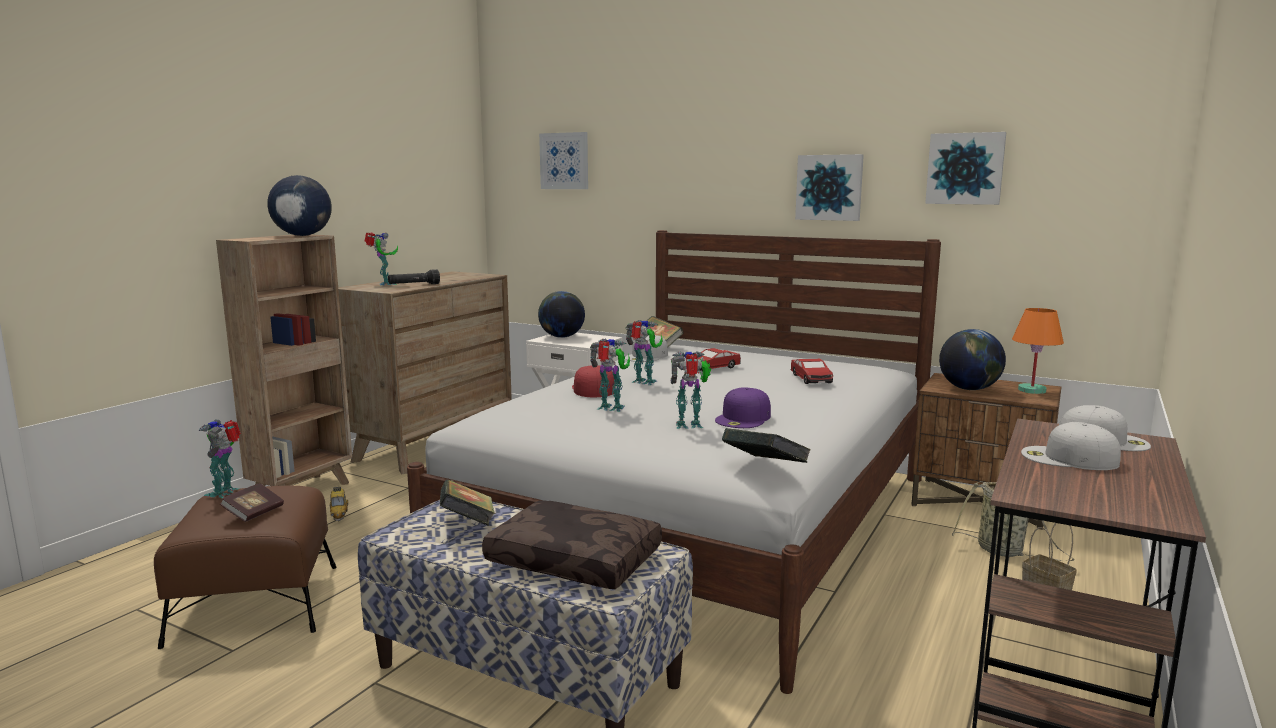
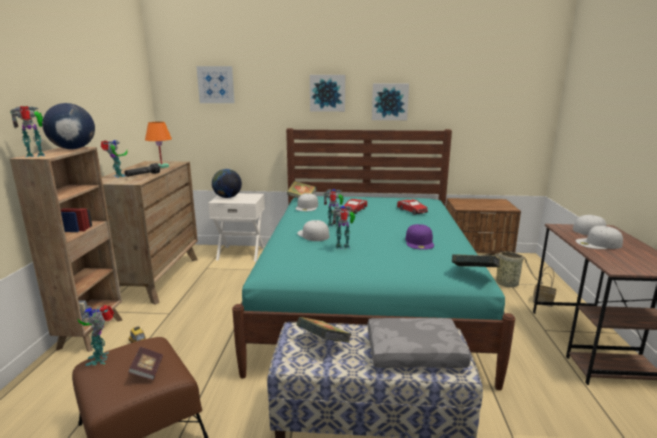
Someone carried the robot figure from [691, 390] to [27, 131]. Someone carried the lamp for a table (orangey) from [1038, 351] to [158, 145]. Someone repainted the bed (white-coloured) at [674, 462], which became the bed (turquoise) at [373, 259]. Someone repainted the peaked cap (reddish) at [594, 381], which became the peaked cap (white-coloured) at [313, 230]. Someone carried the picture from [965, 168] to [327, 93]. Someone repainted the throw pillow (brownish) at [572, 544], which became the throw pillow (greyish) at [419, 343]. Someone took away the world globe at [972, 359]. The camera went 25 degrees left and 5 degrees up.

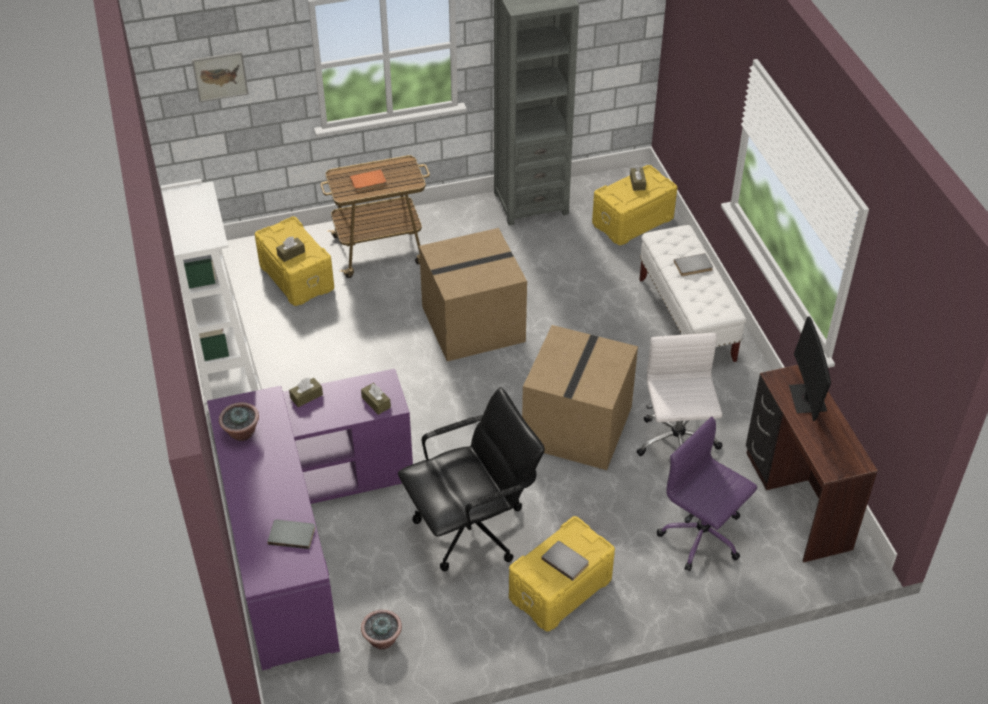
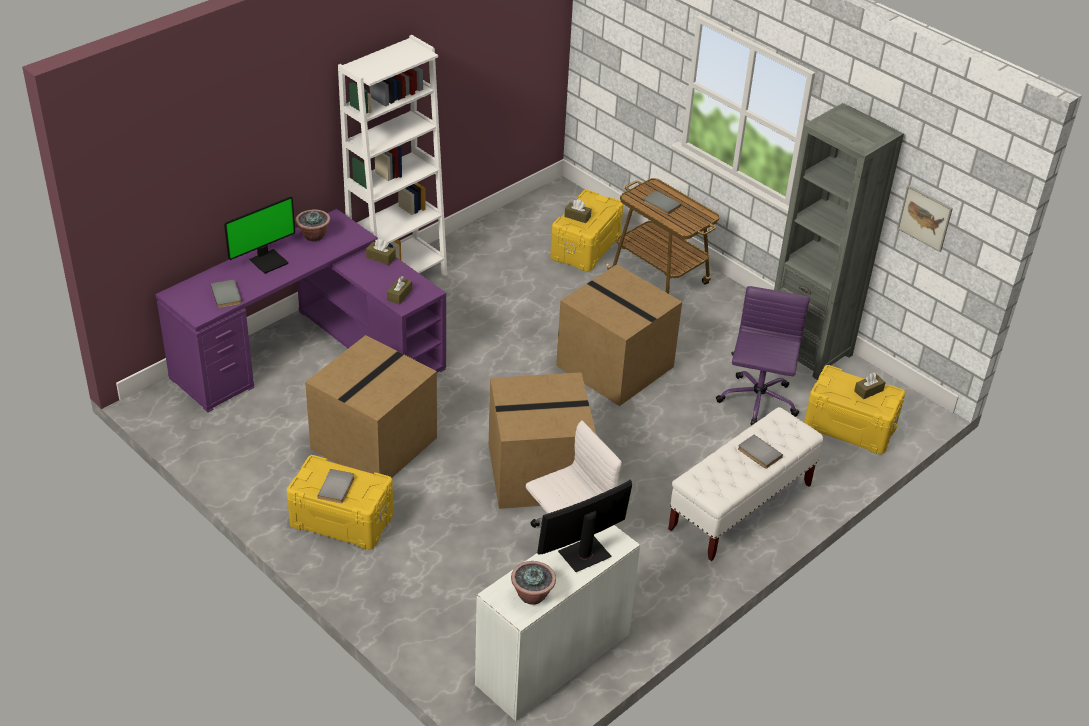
Someone put down the monitor at [259, 235]. Someone swapped the computer chair (black-coloured) at [471, 479] for the packing box at [371, 406]. Someone repainted the desk table (brownish) at [812, 464], which became the desk table (white-coloured) at [557, 623]. Someone carried the houseplant from [381, 630] to [533, 583]. Someone repainted the bound book (orangey) at [368, 180], which became the bound book (greyish) at [662, 202]. Someone carried the computer chair (purple) from [707, 493] to [763, 355]. Someone carried the picture from [220, 77] to [925, 218]. The camera went 60 degrees right and 5 degrees down.

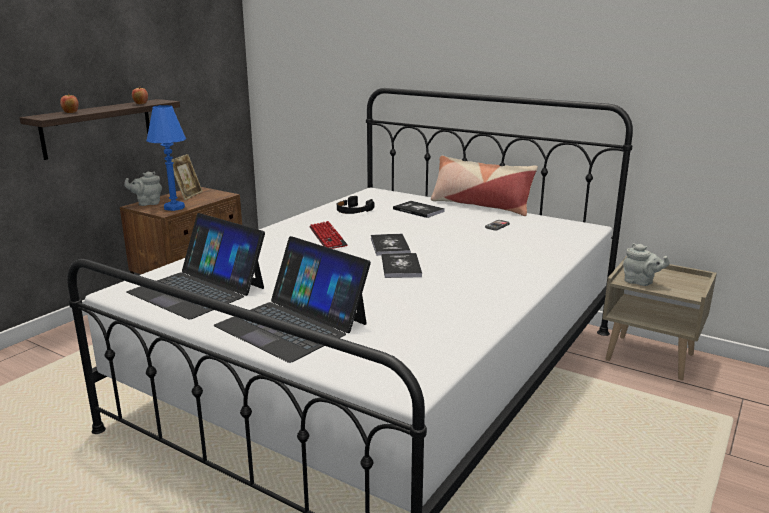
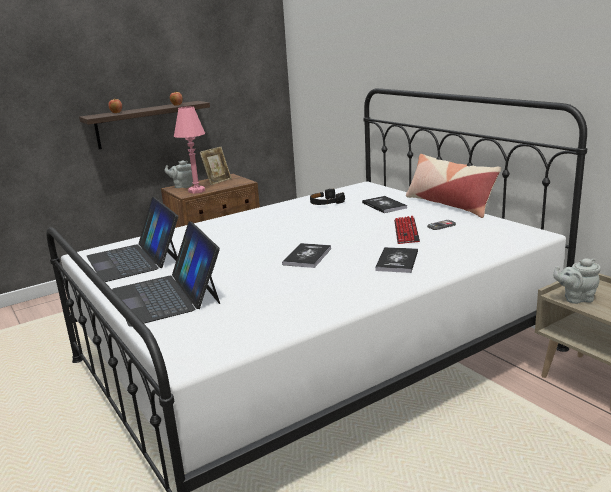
Someone repainted the lamp for a table (bluish) at [166, 158], which became the lamp for a table (pink-coloured) at [189, 150]. Someone carried the bound book from [391, 245] to [396, 260]. Someone carried the PC keyboard from [328, 235] to [407, 230]. Someone rotated the tea pot (greyish) at [646, 264] by 120 degrees clockwise. The camera went 25 degrees right and 0 degrees up.

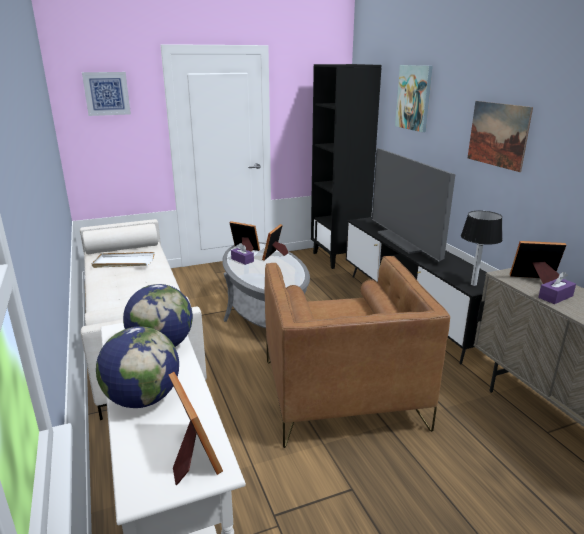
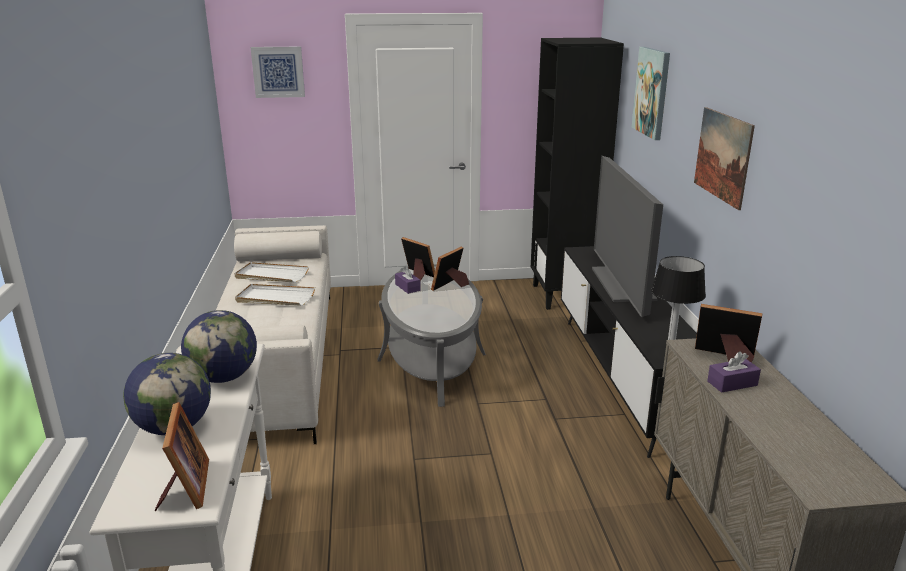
Someone put down the carrying tray (white-coloured) at [275, 295]. Someone took away the lounge chair (brownish) at [357, 352]. The camera went 15 degrees right and 0 degrees up.

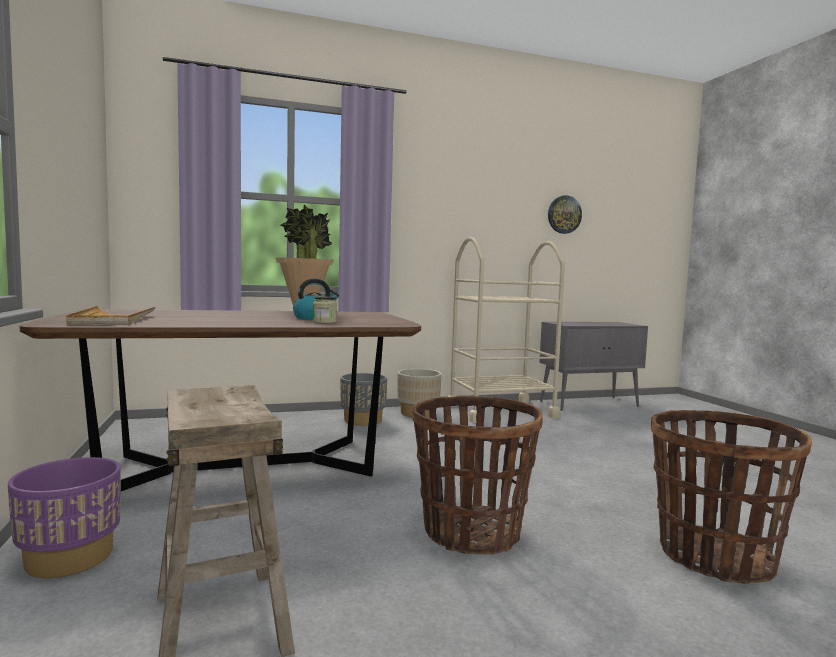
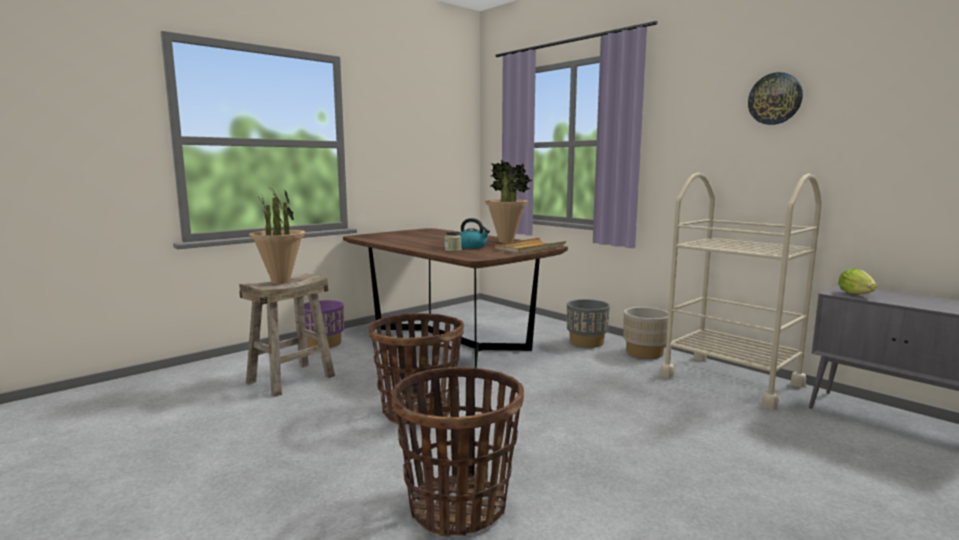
Someone put down the houseplant at [277, 235]. Someone carried the carrying tray (sand-coloured) from [111, 315] to [530, 246]. Someone carried the hanging clock from [565, 214] to [775, 98]. Someone put down the lettuce at [857, 281]. The camera went 65 degrees right and 5 degrees up.

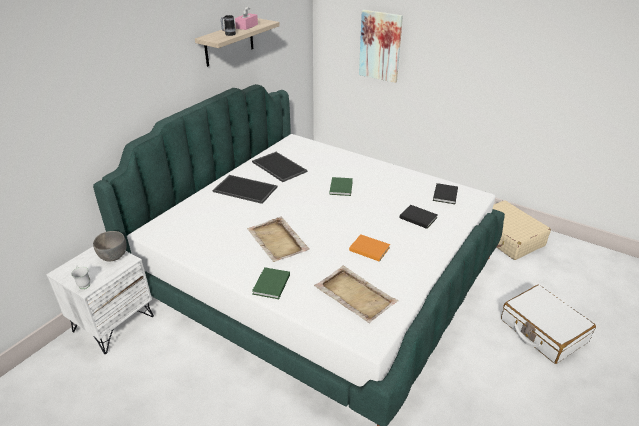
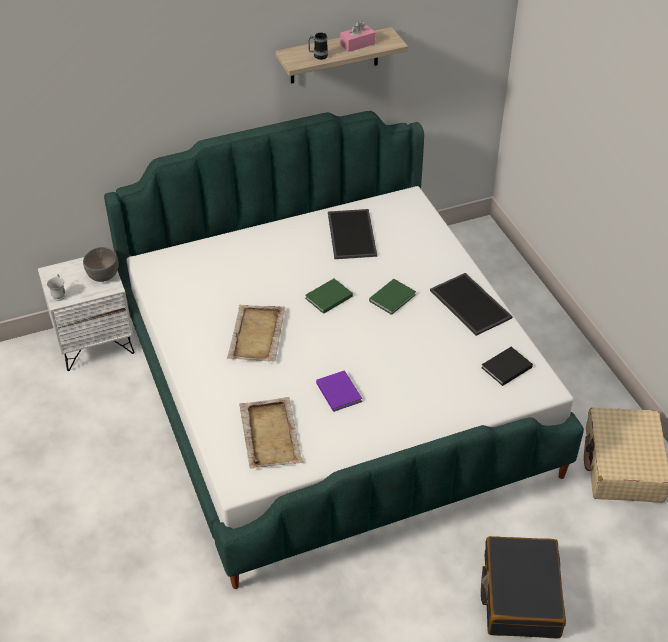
Someone carried the bound book (green-coloured) from [271, 283] to [329, 296]. Someone repainted the bound book (orangey) at [369, 248], which became the bound book (purple) at [339, 391]. Someone carried the carrying tray from [244, 189] to [471, 304]. Someone repainted the travel case (white-coloured) at [548, 324], which became the travel case (black-coloured) at [523, 587]. Someone took away the picture at [381, 46]. Someone took away the bound book (black-coloured) at [418, 217]. The camera went 35 degrees right and 10 degrees up.

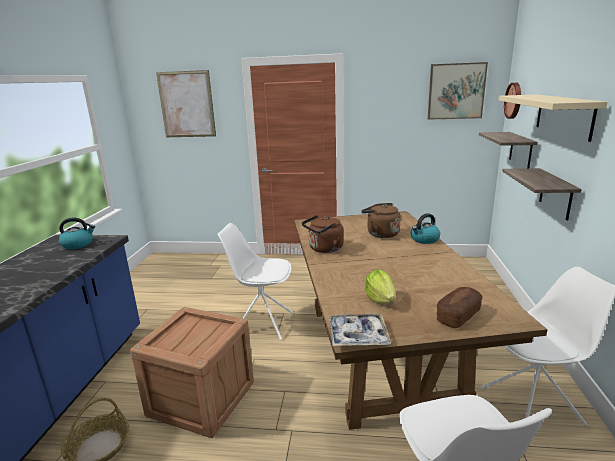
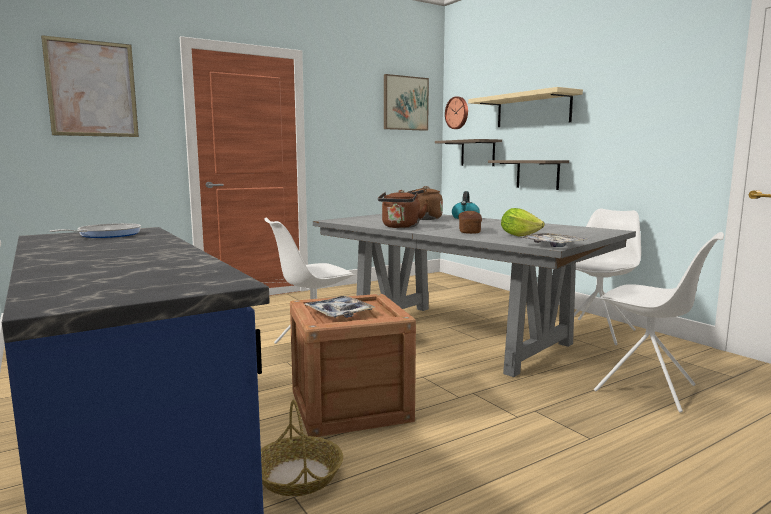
Someone swapped the kettle at [77, 233] for the frying pan at [95, 230]. Someone put down the carrying tray at [340, 307]. Someone repainted the dinner table (brownish) at [421, 320], which became the dinner table (greyish) at [474, 295]. Someone carried the bakery bread from [460, 307] to [470, 222]. The camera went 40 degrees left and 10 degrees down.

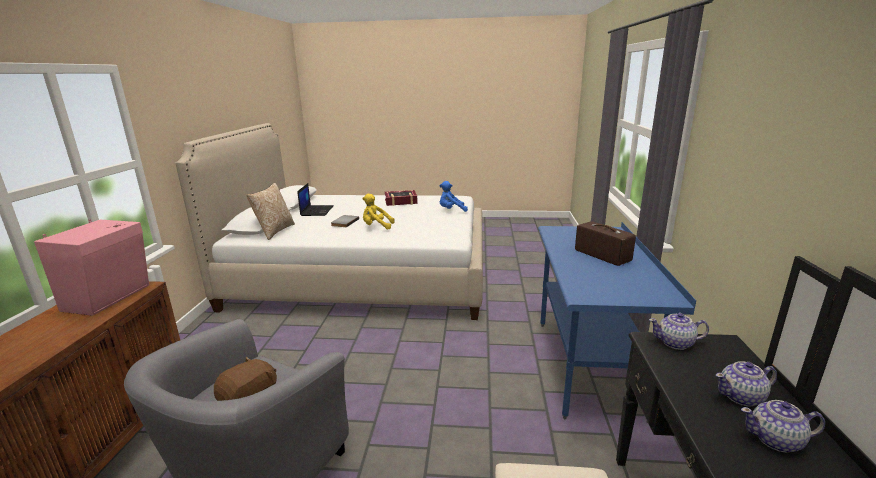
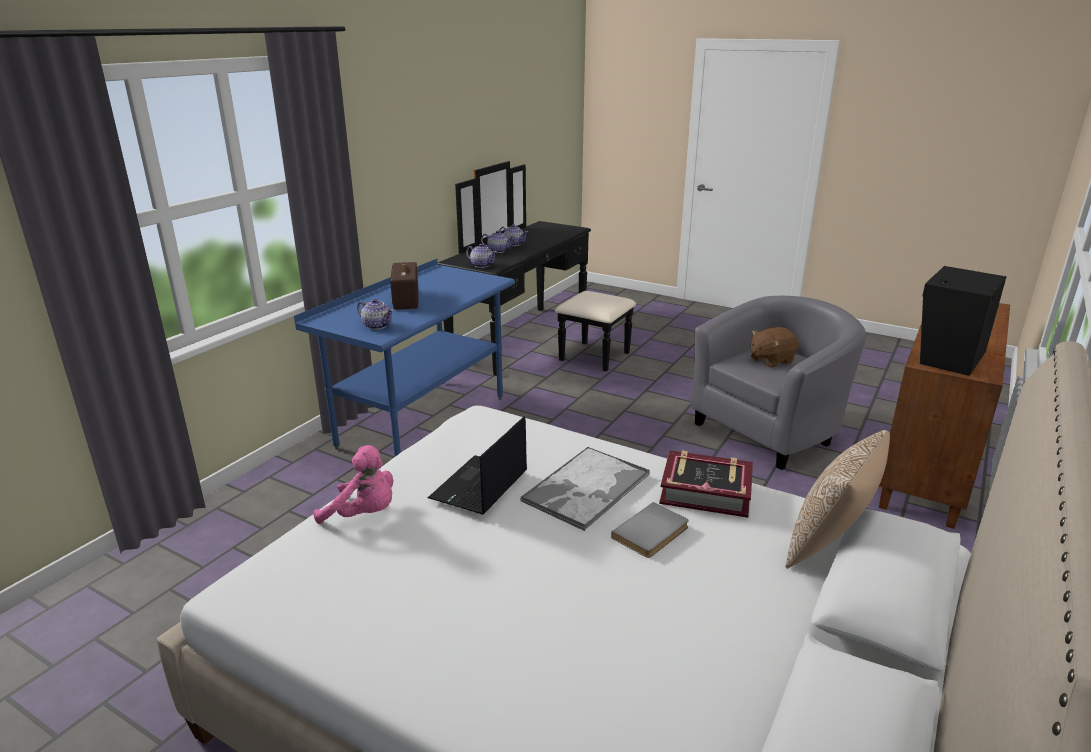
Someone repainted the plush toy (bluish) at [453, 196], which became the plush toy (pink-coloured) at [353, 484]. Someone put down the tea pot at [375, 314]. Someone carried the portable computer from [315, 199] to [477, 465]. Someone swapped the plush toy (yellow) at [378, 212] for the carrying tray at [585, 489]. Someone carried the bound book from [401, 198] to [706, 484]. Someone repainted the audio speaker (pink-coloured) at [91, 267], which became the audio speaker (black-coloured) at [963, 321]. The camera went 155 degrees left and 5 degrees up.

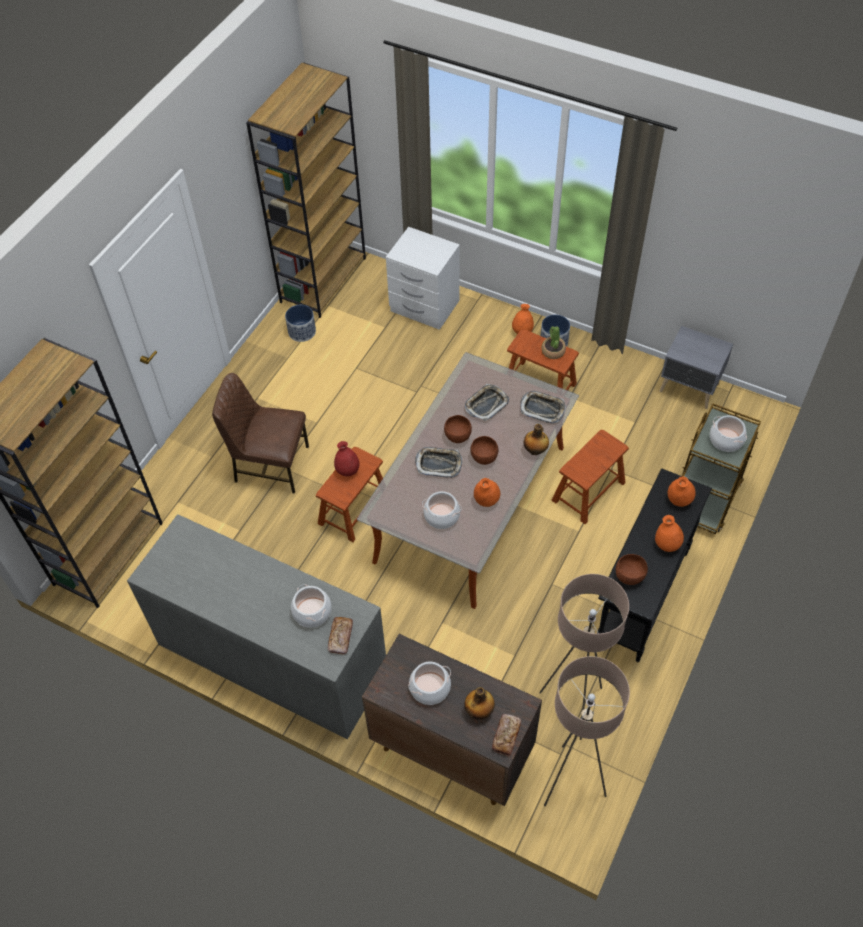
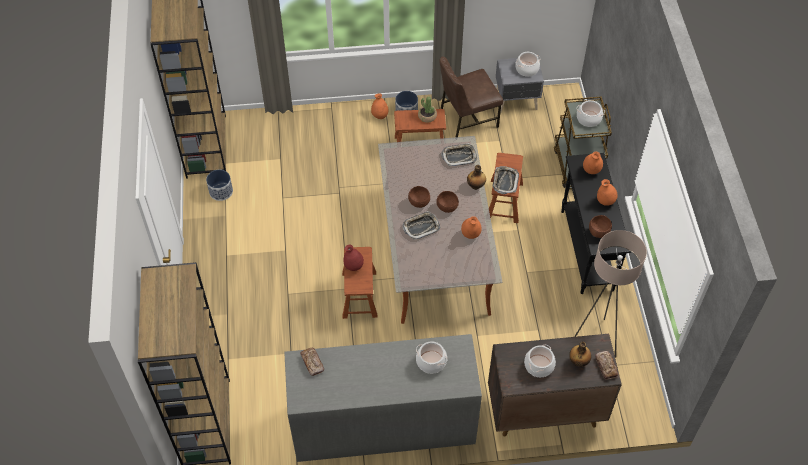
Someone carried the bakery bread from [340, 635] to [312, 362]. Someone carried the plain chair (brownish) from [260, 433] to [471, 96]. Someone carried the carrying tray from [487, 402] to [506, 180]. Someone carried the saucepot from [442, 510] to [528, 64]. Someone took away the night table (white-coloured) at [423, 278]. Someone took away the standing lamp (sand-coloured) at [587, 731]. The camera went 35 degrees left and 0 degrees up.

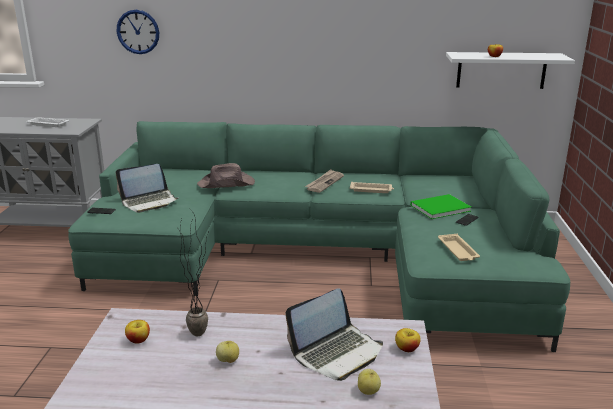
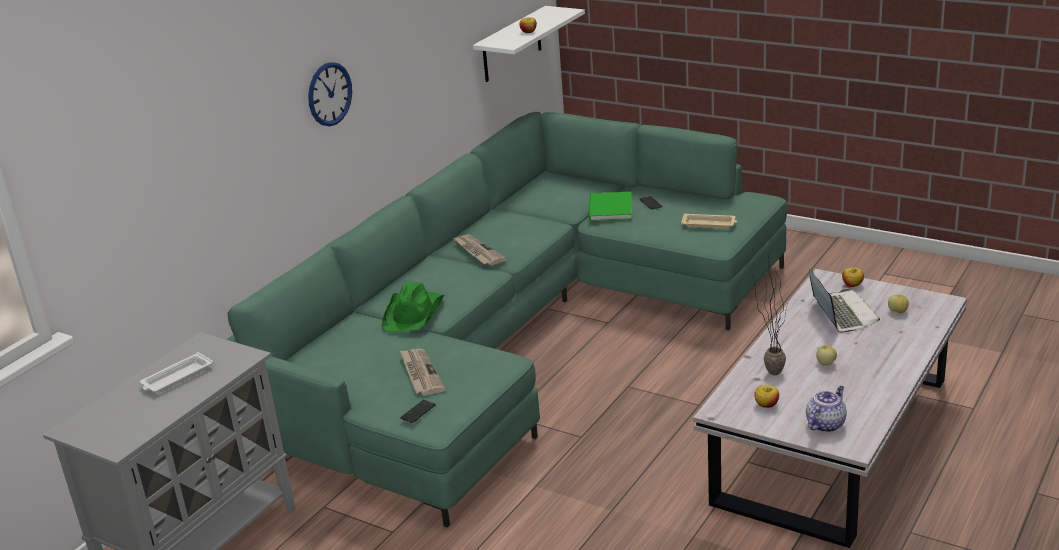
Someone carried the hanging clock from [138, 32] to [330, 94]. Someone repainted the clothing hat (brownish) at [226, 175], which became the clothing hat (green-coloured) at [413, 307]. Someone swapped the portable computer at [147, 188] for the printed paper at [423, 372]. Someone put down the tea pot at [826, 409]. Someone took away the carrying tray (sand-coloured) at [372, 187]. The camera went 60 degrees left and 5 degrees up.

